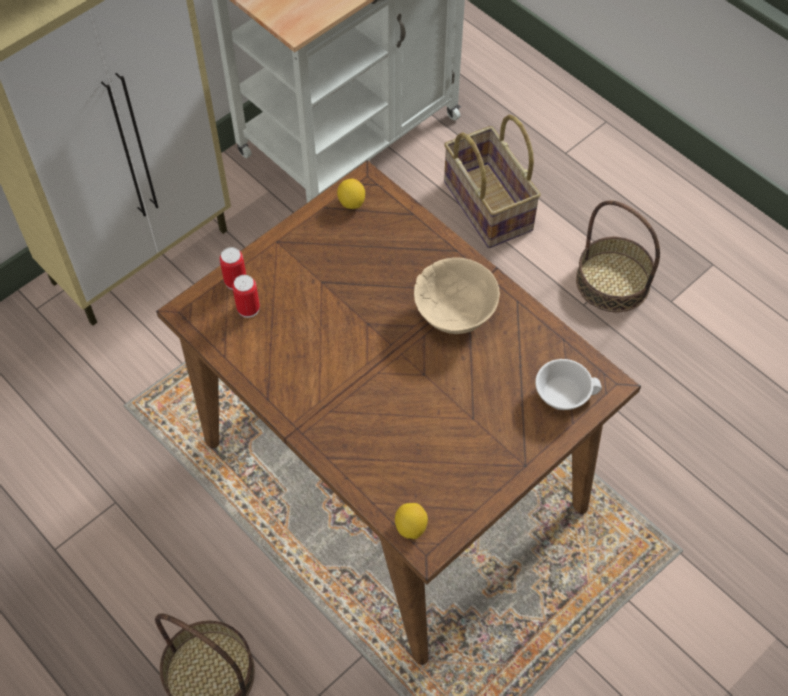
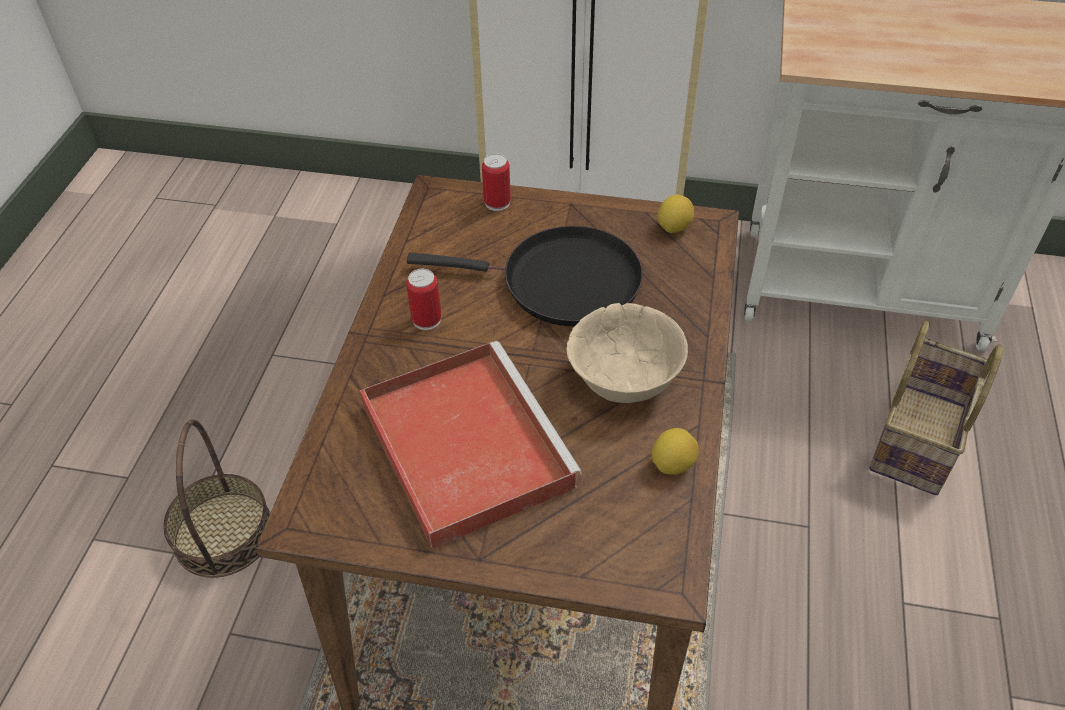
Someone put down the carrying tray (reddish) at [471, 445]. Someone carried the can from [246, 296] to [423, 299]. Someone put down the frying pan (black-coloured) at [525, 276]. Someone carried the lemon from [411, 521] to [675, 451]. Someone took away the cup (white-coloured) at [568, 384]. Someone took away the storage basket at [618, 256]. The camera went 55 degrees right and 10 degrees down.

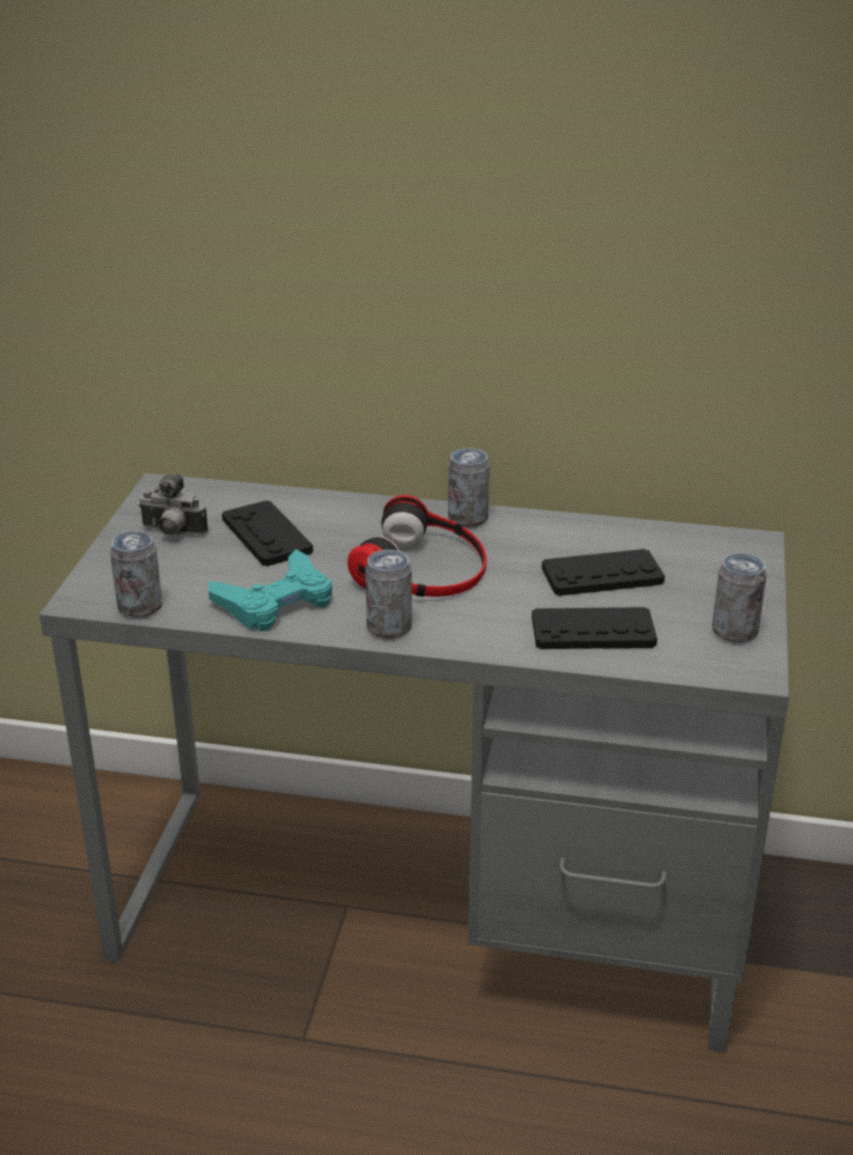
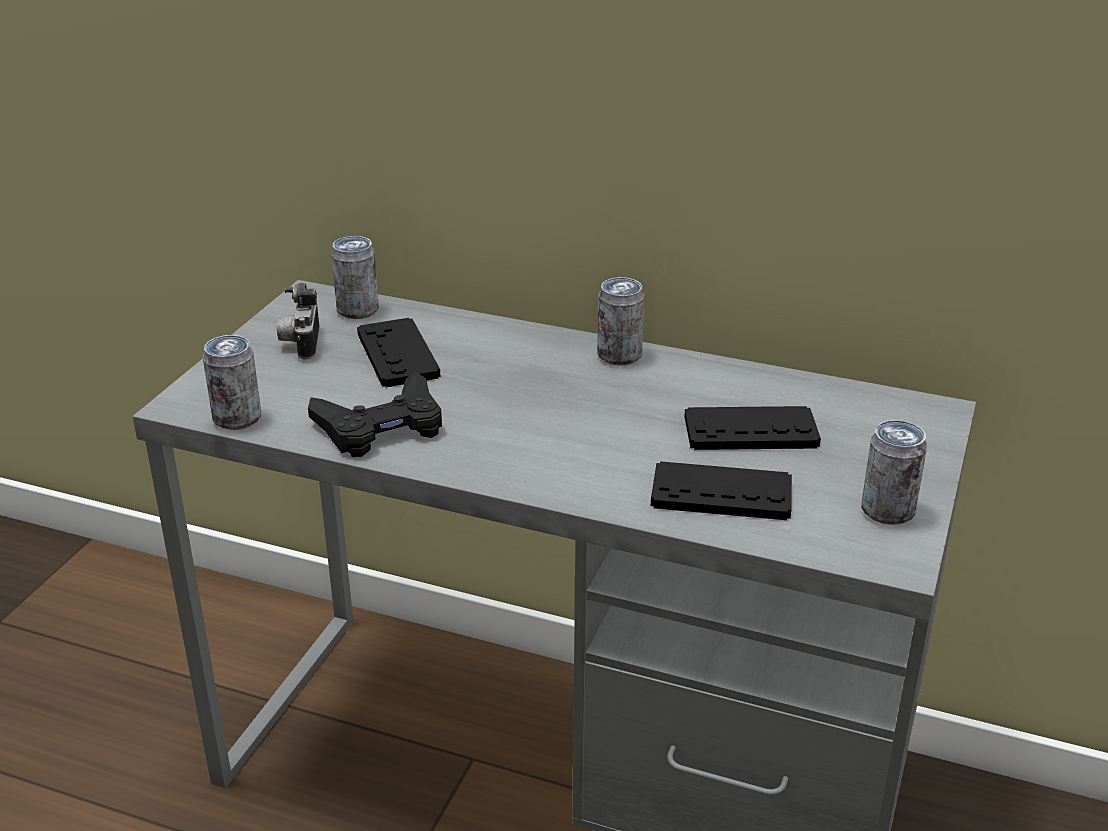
Someone rotated the still camera at [173, 505] by 60 degrees clockwise. Someone repainted the gamepad (turquoise) at [270, 590], which became the gamepad (black-coloured) at [375, 414]. Someone carried the can from [388, 594] to [355, 277]. Someone took away the headphones at [417, 546]. The camera went 10 degrees right and 0 degrees up.

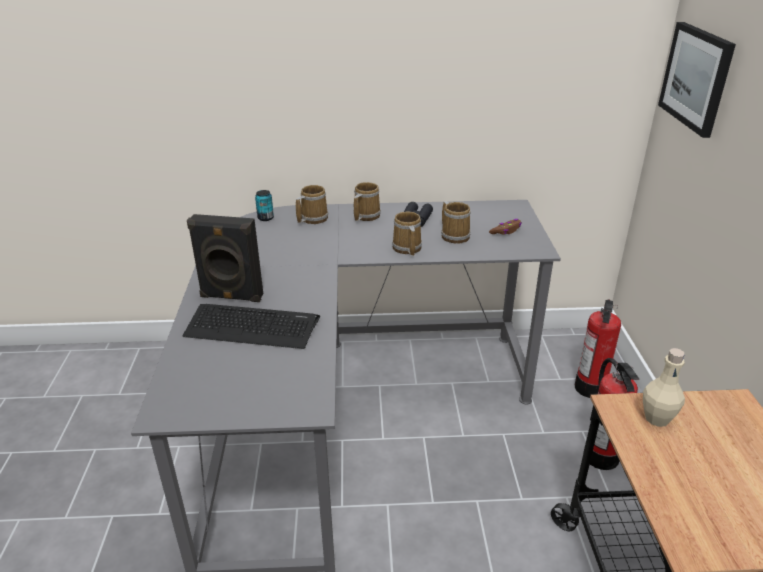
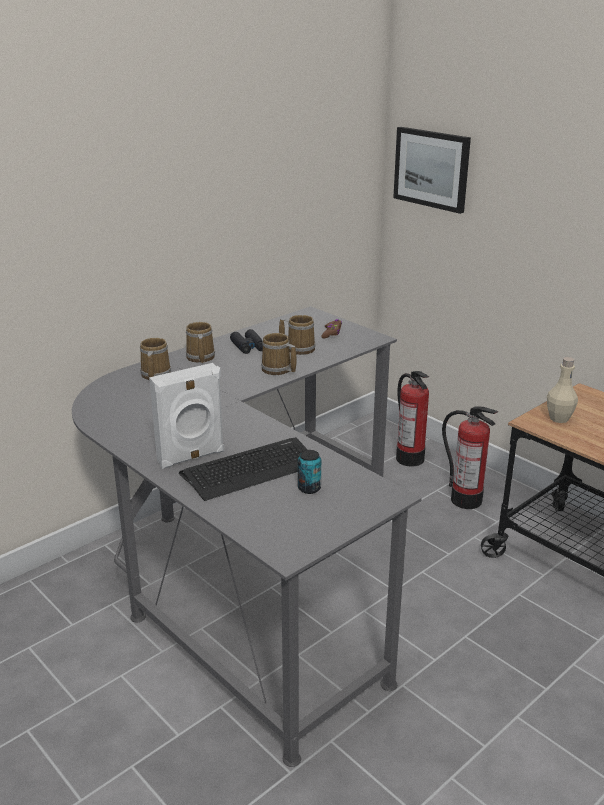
Someone repainted the audio speaker (black-coloured) at [225, 258], which became the audio speaker (white-coloured) at [186, 416]. Someone carried the can from [264, 205] to [309, 472]. The camera went 40 degrees left and 5 degrees down.

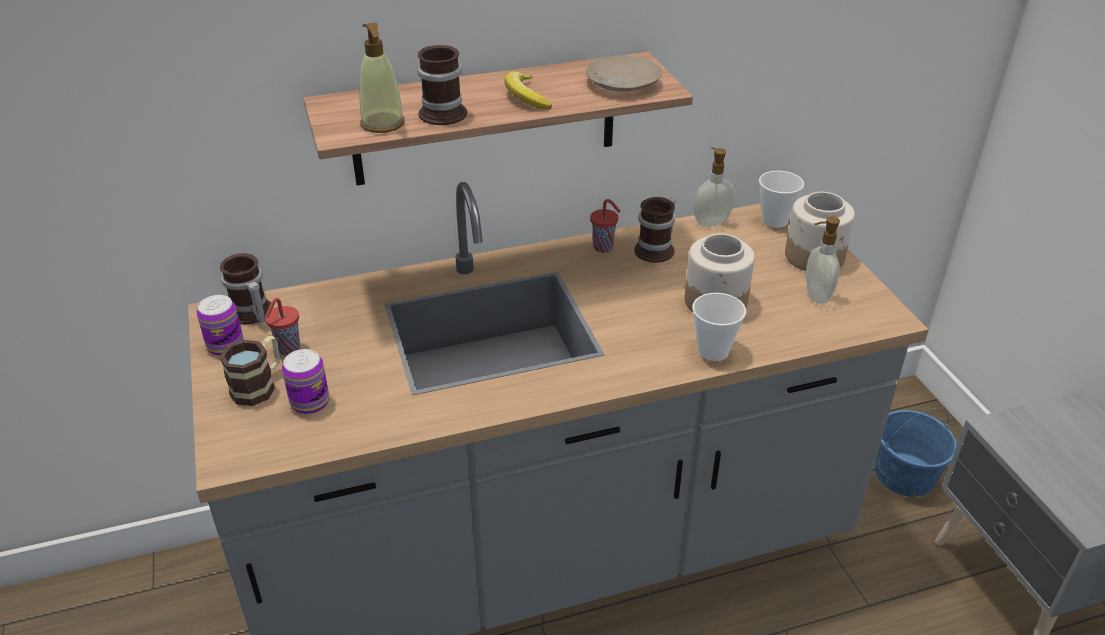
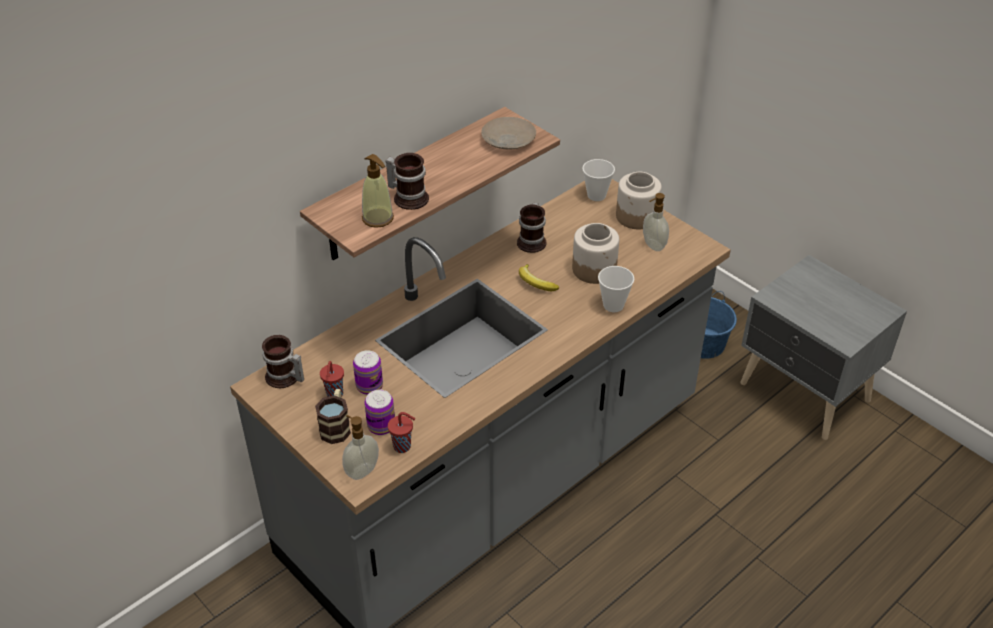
Someone carried the liquid soap bottle from [714, 187] to [360, 447]. Someone carried the can from [219, 325] to [368, 372]. Someone carried the cup (reddish) from [605, 226] to [401, 432]. Someone carried the banana from [528, 90] to [539, 277]. The camera went 25 degrees left and 5 degrees up.

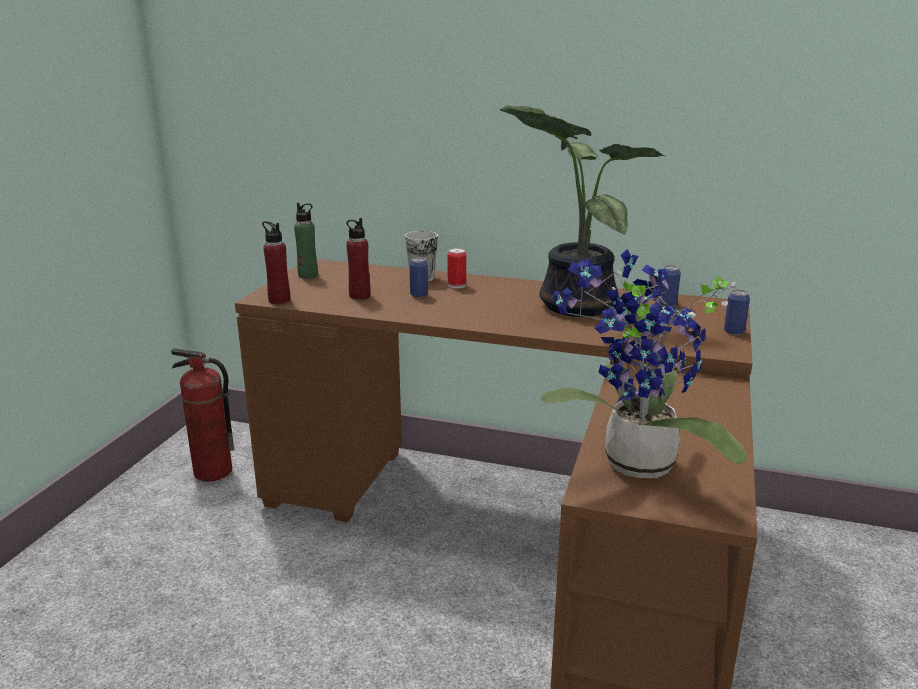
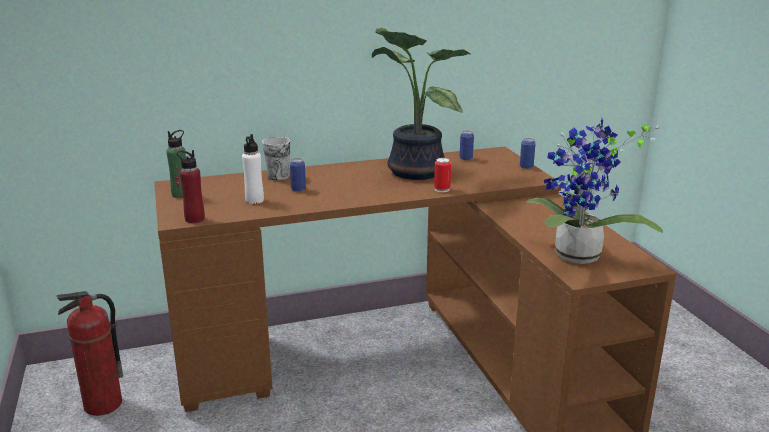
Someone repainted the beverage bottle (reddish) at [358, 259], which became the beverage bottle (white-coloured) at [253, 169]. Someone carried the can from [457, 268] to [442, 175]. The camera went 35 degrees left and 0 degrees up.

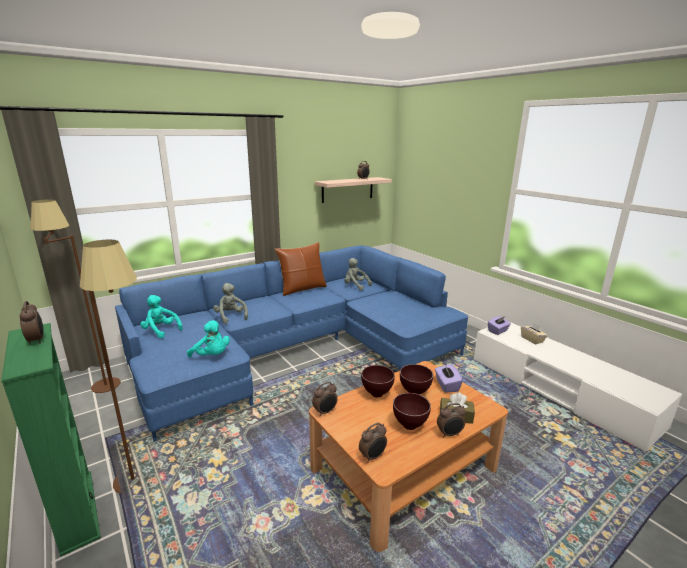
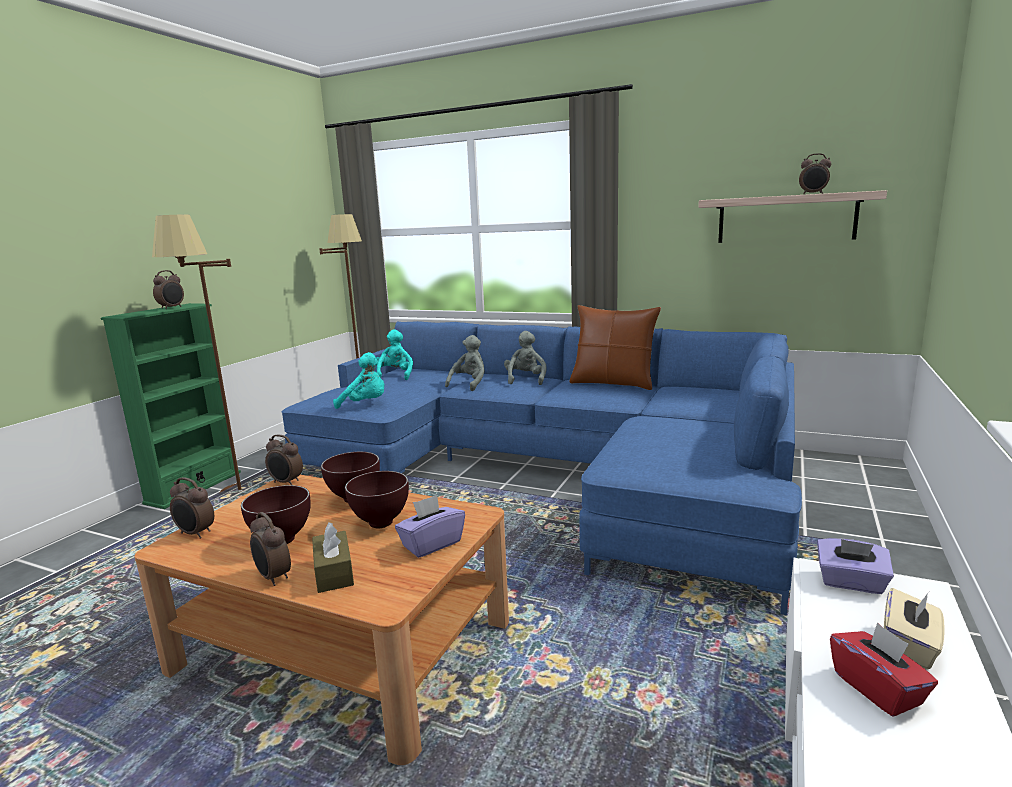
Someone rotated the plush toy (turquoise) at [208, 338] by 75 degrees counterclockwise. Someone carried the plush toy (greyish) from [358, 274] to [525, 358]. Someone put down the box of tissues (reddish) at [884, 669]. The camera went 60 degrees right and 5 degrees down.

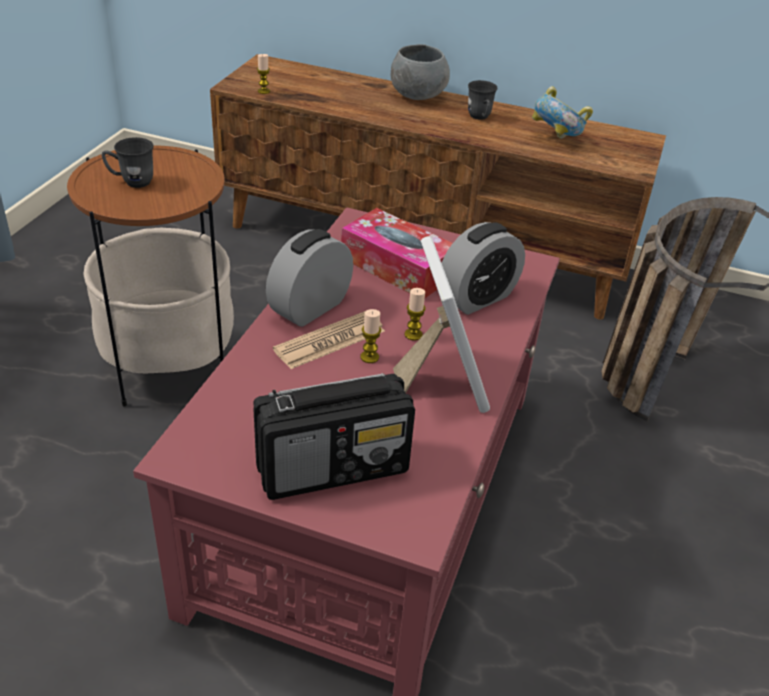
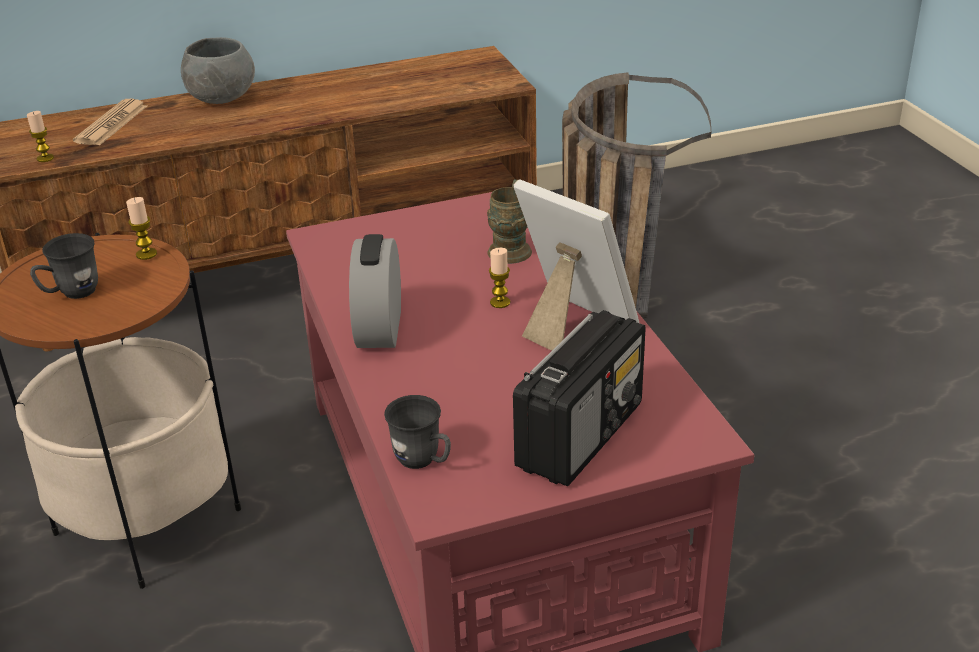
Someone carried the printed paper from [329, 340] to [110, 122]. Someone carried the candle from [371, 336] to [141, 228]. Someone carried the tea mug (greyish) from [483, 100] to [417, 432]. Someone swapped the table clock at [483, 268] for the tea mug (brownish) at [509, 222]. Someone took away the box of tissues at [397, 253]. Someone took away the bowl at [562, 112]. The camera went 35 degrees left and 5 degrees down.

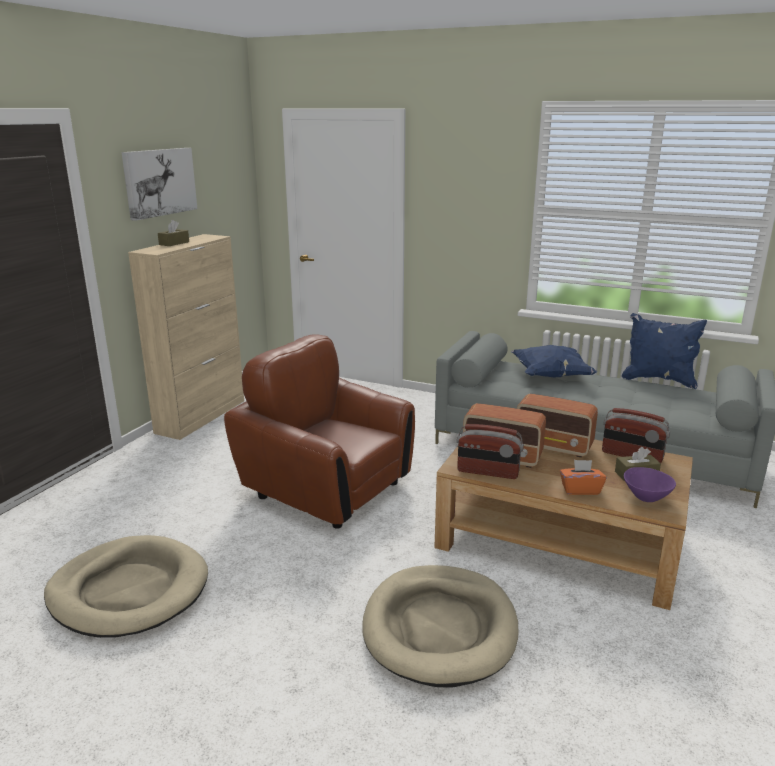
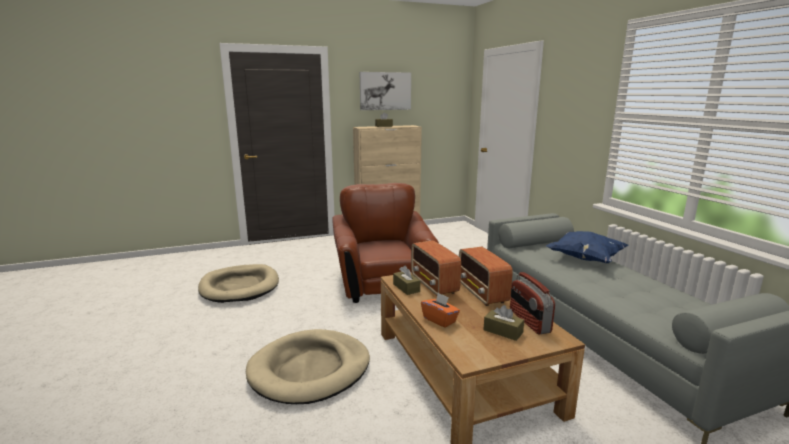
Someone swapped the radio at [490, 451] for the box of tissues (brownish) at [406, 280]. Someone took away the throw pillow (bluish) at [664, 351]. Someone took away the bowl (purple) at [650, 484]. The camera went 45 degrees right and 5 degrees down.

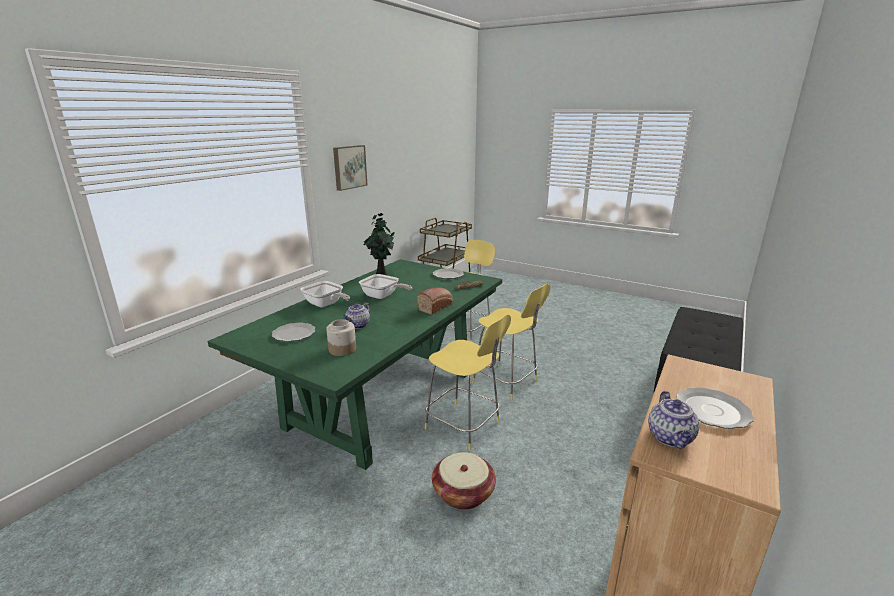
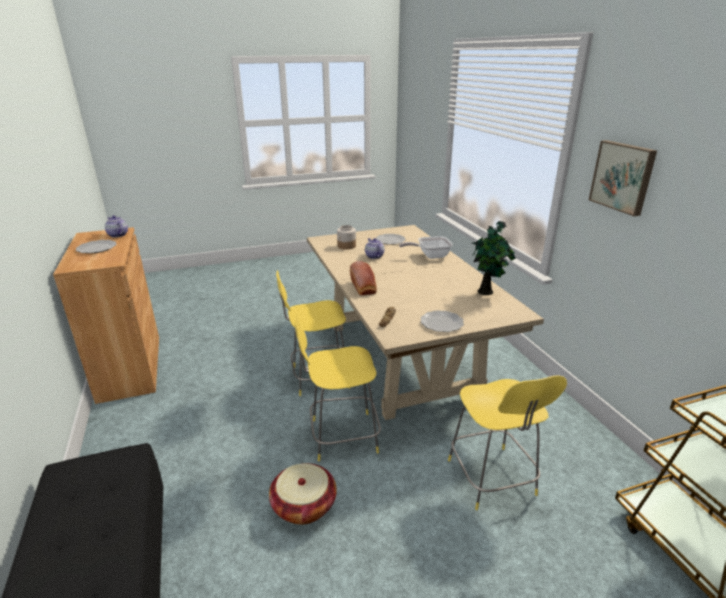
Someone carried the storage basket from [464, 481] to [303, 494]. Someone repainted the dinner table (green-coloured) at [354, 364], which became the dinner table (sand-coloured) at [425, 322]. Someone took away the frying pan at [386, 286]. The camera went 130 degrees right and 5 degrees up.

